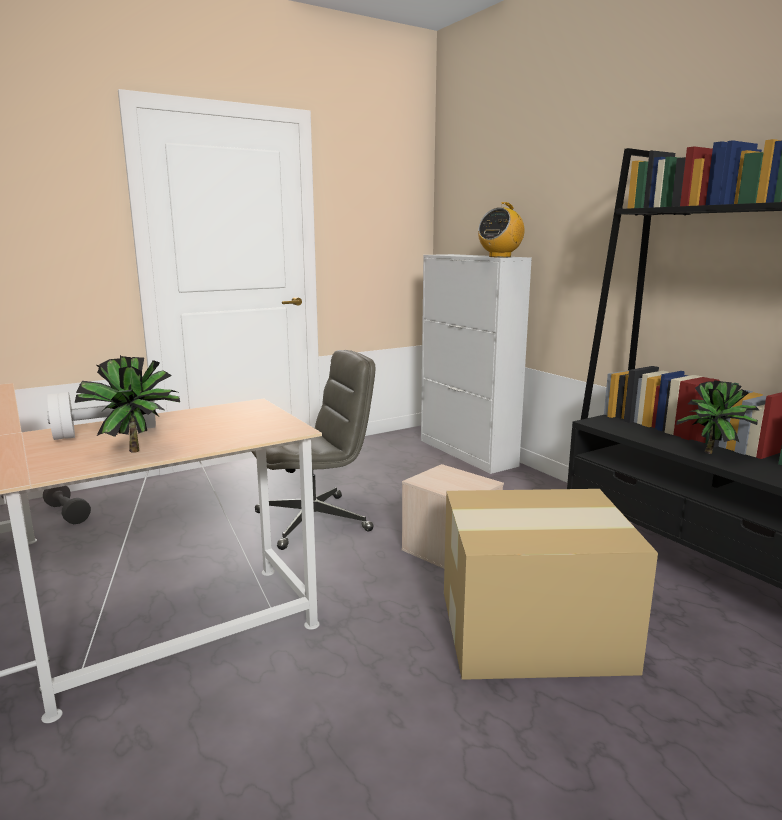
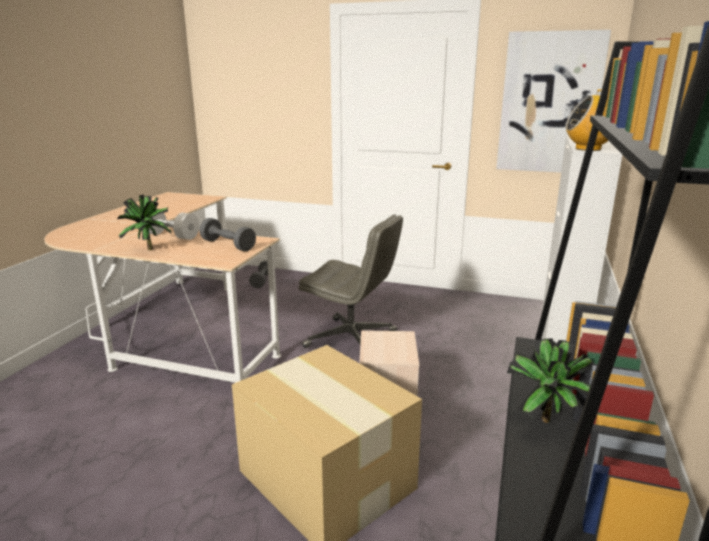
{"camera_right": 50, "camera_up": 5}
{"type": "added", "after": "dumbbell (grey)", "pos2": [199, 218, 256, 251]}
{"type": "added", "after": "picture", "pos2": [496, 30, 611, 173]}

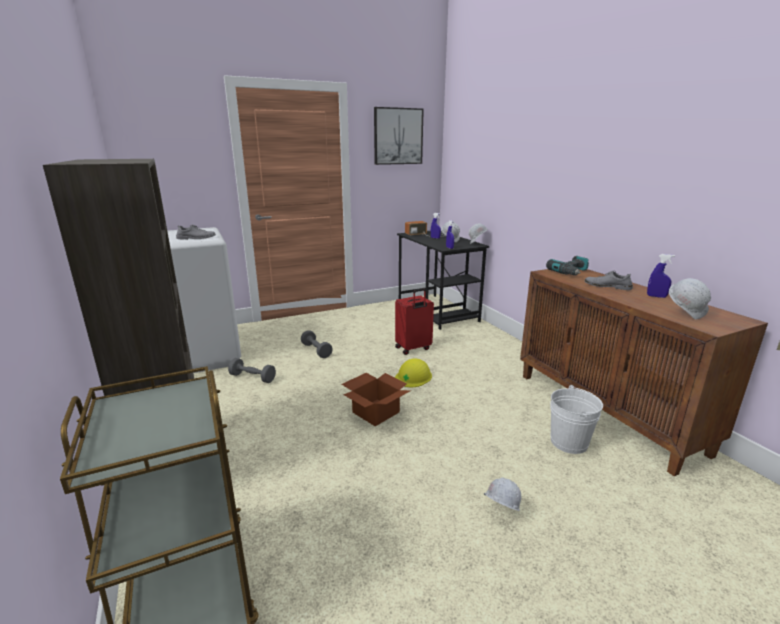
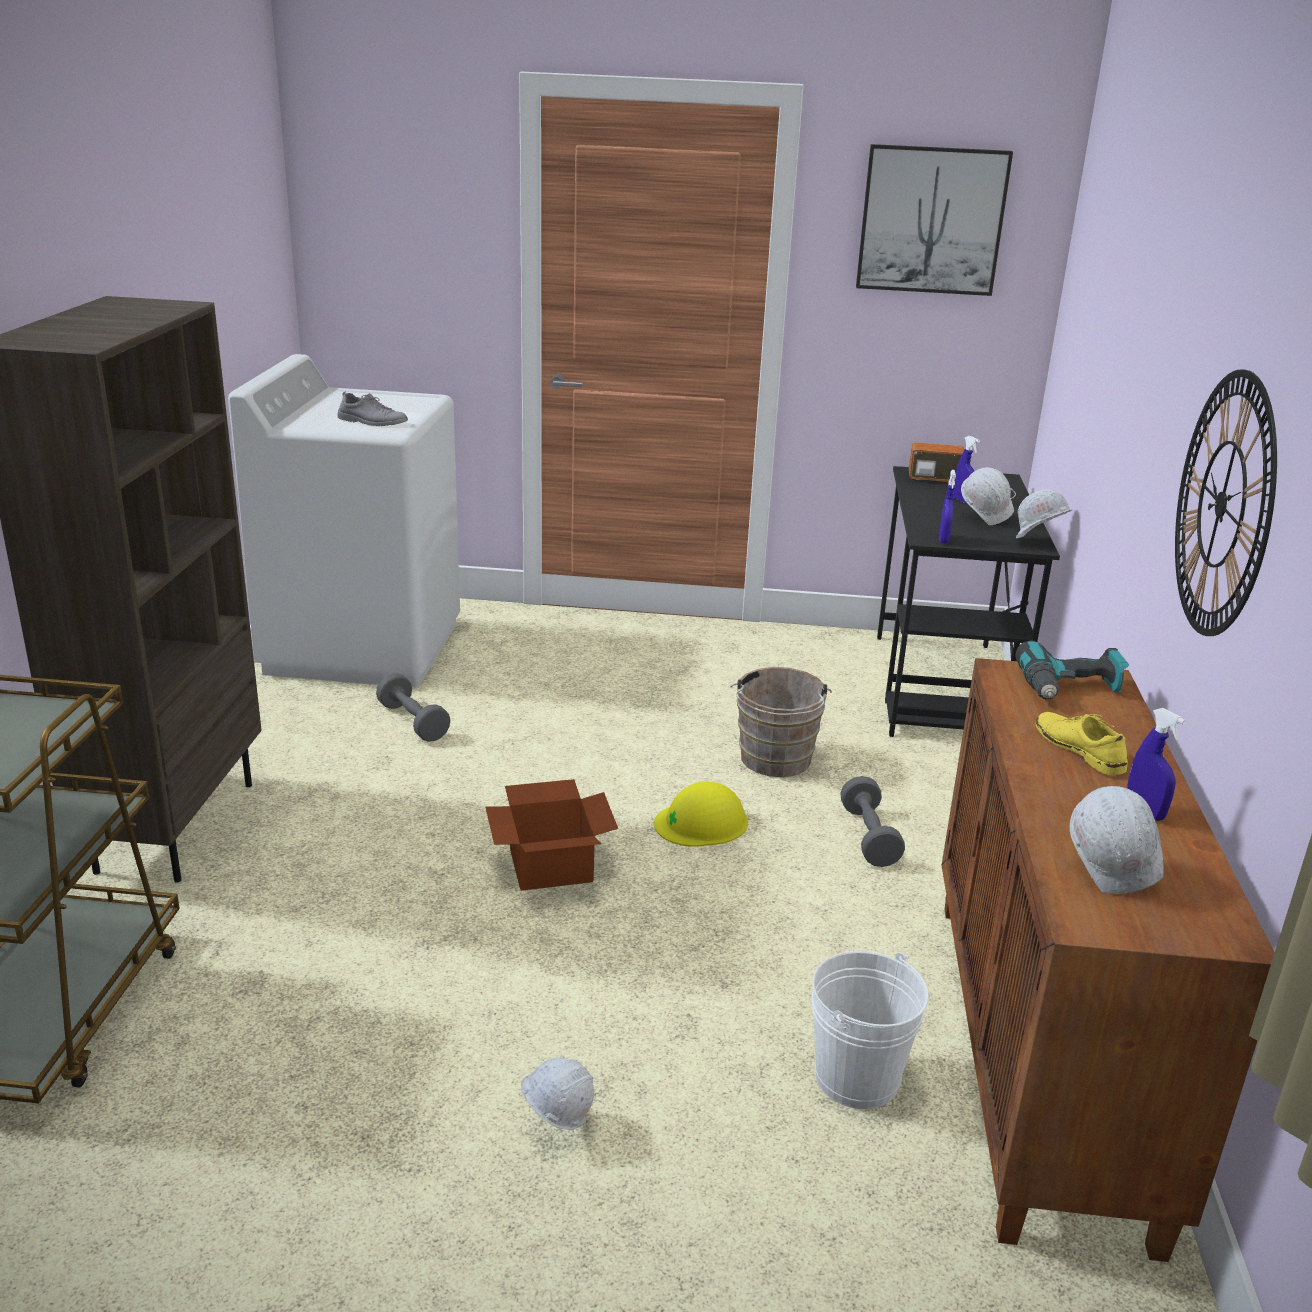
{"camera_right": 30, "camera_up": 5}
{"type": "moved", "before": "dumbbell (grey)", "pos1": [301, 330, 333, 358], "pos2": [840, 776, 905, 867]}
{"type": "replaced", "before": "suitcase (red)", "after": "bucket (brown)", "pos1": [395, 288, 434, 355], "pos2": [730, 667, 832, 777]}
{"type": "recoloured", "before": "shoe (grey)", "after": "shoe (yellow)", "pos1": [585, 271, 633, 290], "pos2": [1036, 712, 1128, 775]}
{"type": "added", "after": "wall clock", "pos2": [1175, 369, 1277, 636]}

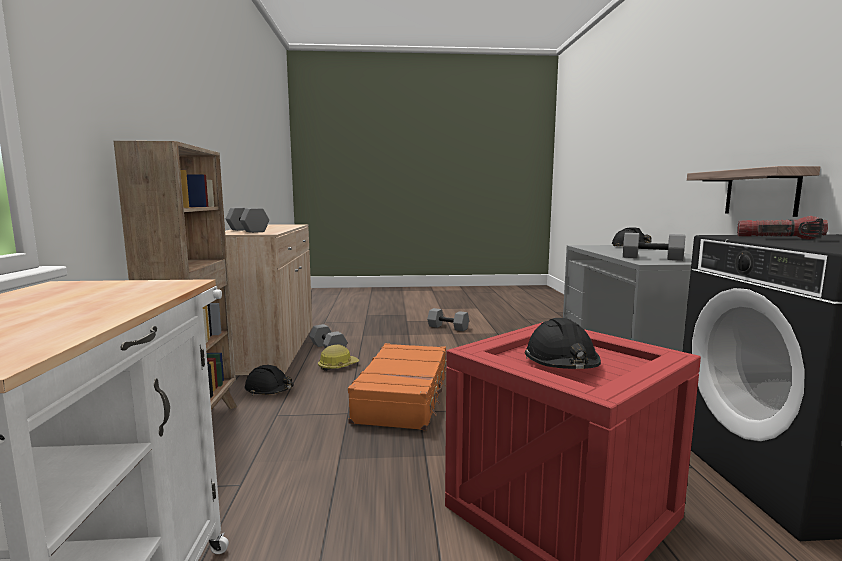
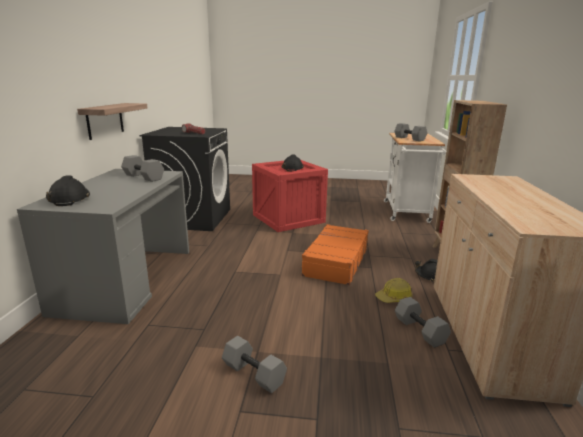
{"camera_right": -170, "camera_up": 10}
{"type": "moved", "before": "dumbbell (grey)", "pos1": [226, 208, 269, 233], "pos2": [394, 123, 427, 141]}

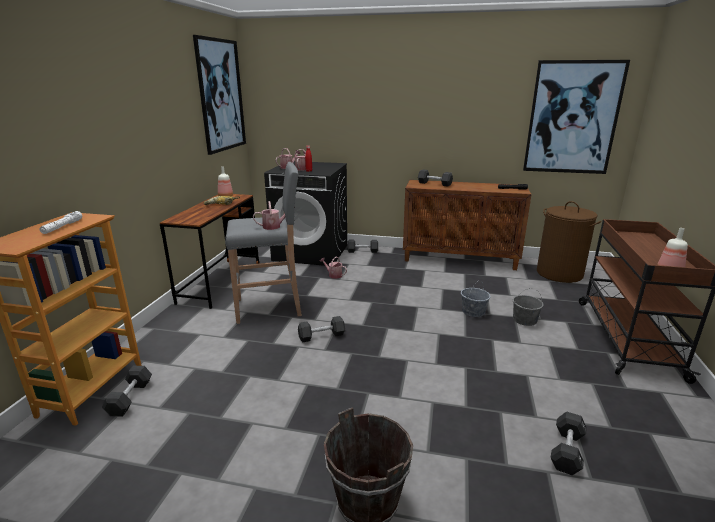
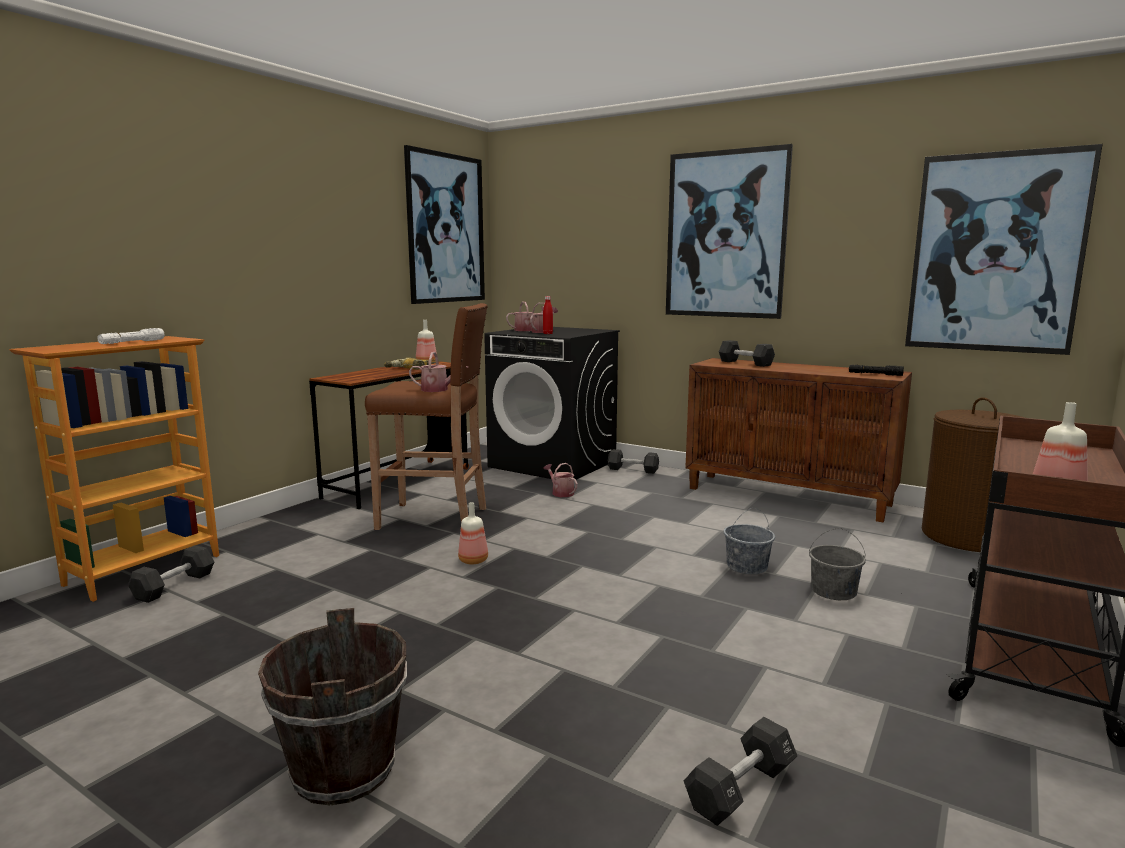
{"camera_right": 20, "camera_up": -10}
{"type": "recoloured", "before": "stool (grey)", "after": "stool (brown)", "pos1": [225, 162, 302, 324], "pos2": [365, 303, 488, 530]}
{"type": "replaced", "before": "dumbbell (black)", "after": "bottle", "pos1": [298, 316, 345, 342], "pos2": [458, 502, 488, 564]}
{"type": "added", "after": "picture", "pos2": [666, 144, 793, 319]}

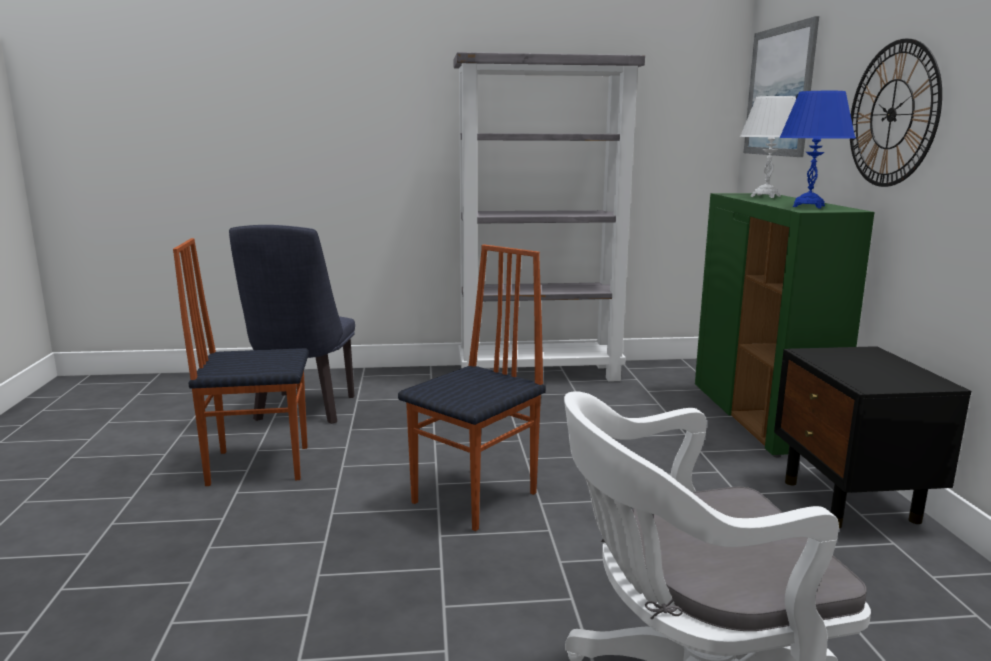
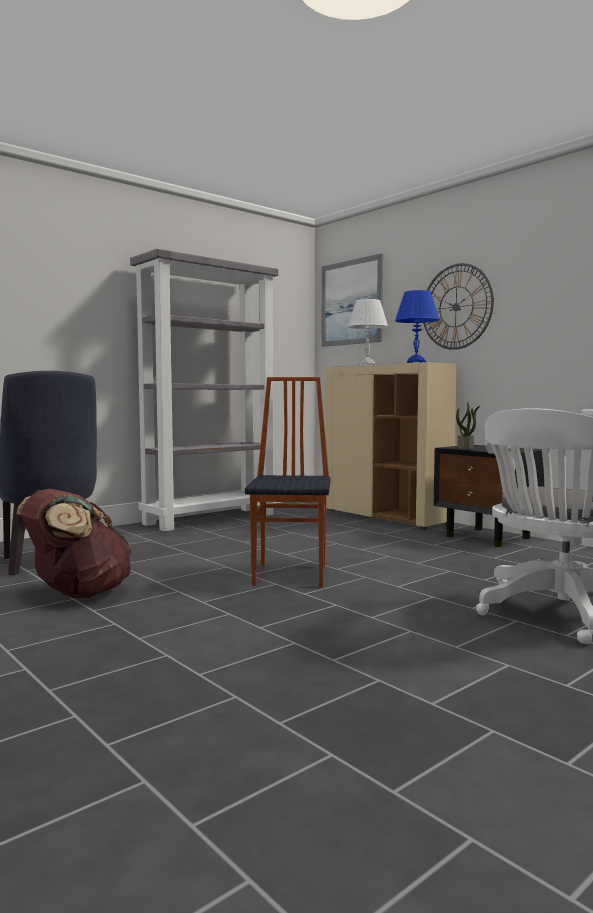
{"camera_right": -35, "camera_up": -10}
{"type": "replaced", "before": "chair", "after": "backpack (brown)", "pos1": [173, 238, 309, 486], "pos2": [17, 489, 132, 598]}
{"type": "recoloured", "before": "cabinet (green)", "after": "cabinet (beige)", "pos1": [695, 193, 875, 458], "pos2": [326, 362, 456, 529]}
{"type": "added", "after": "potted plant", "pos2": [456, 402, 480, 450]}

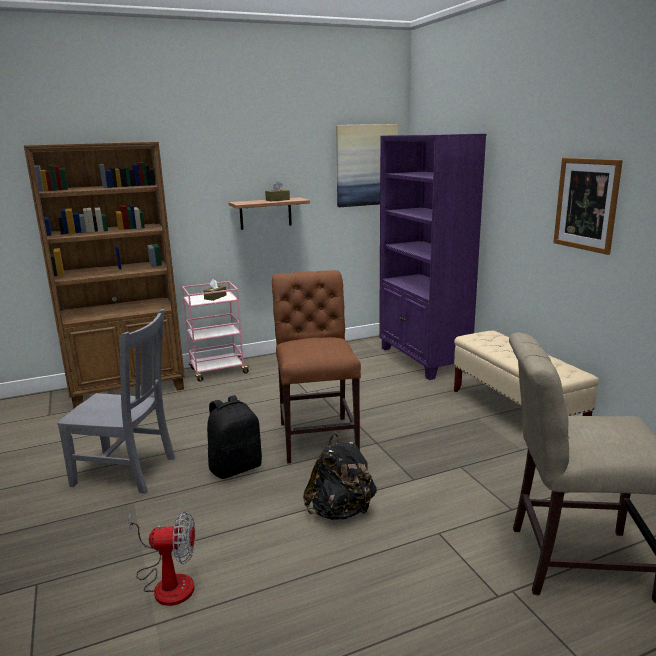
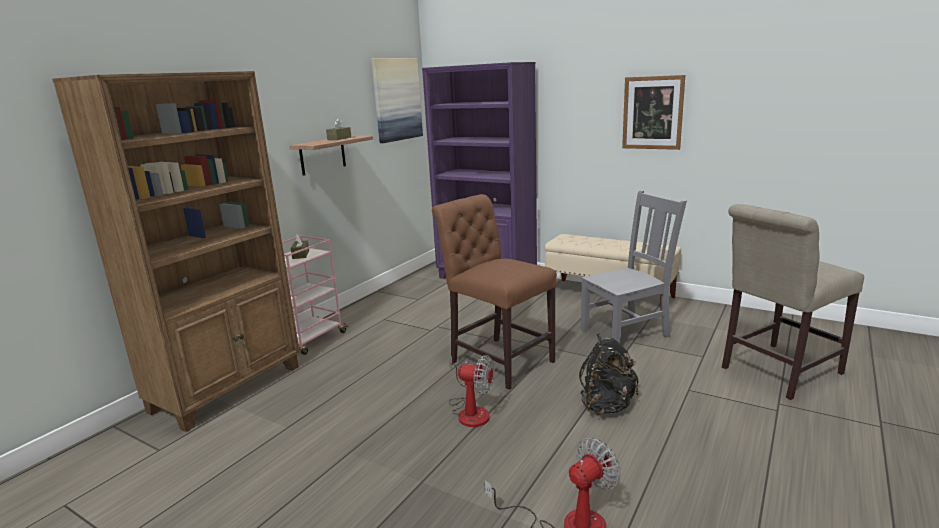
{"camera_right": -35, "camera_up": 0}
{"type": "moved", "before": "chair (grey)", "pos1": [57, 309, 175, 494], "pos2": [581, 190, 687, 343]}
{"type": "replaced", "before": "backpack (black)", "after": "fan", "pos1": [207, 395, 262, 479], "pos2": [449, 355, 494, 427]}

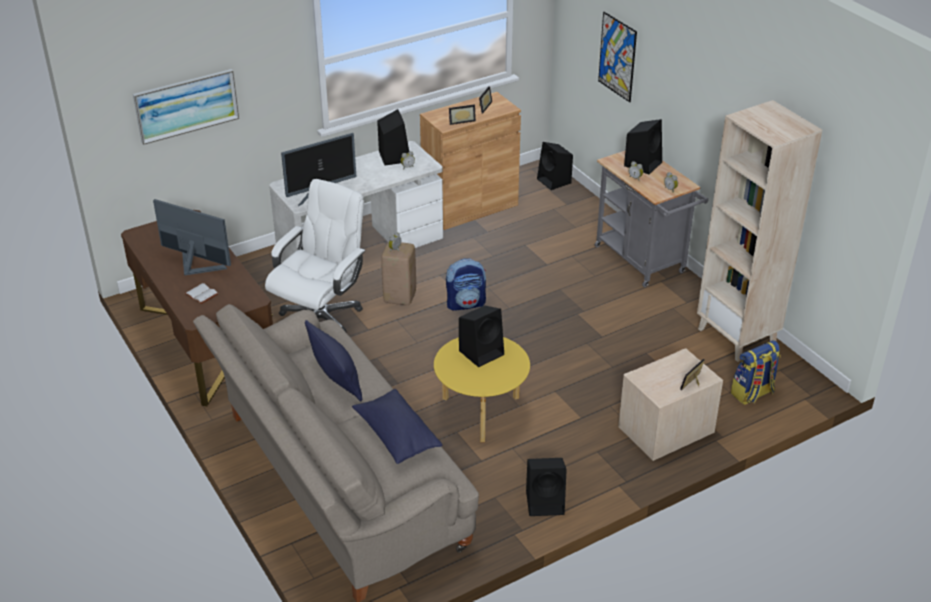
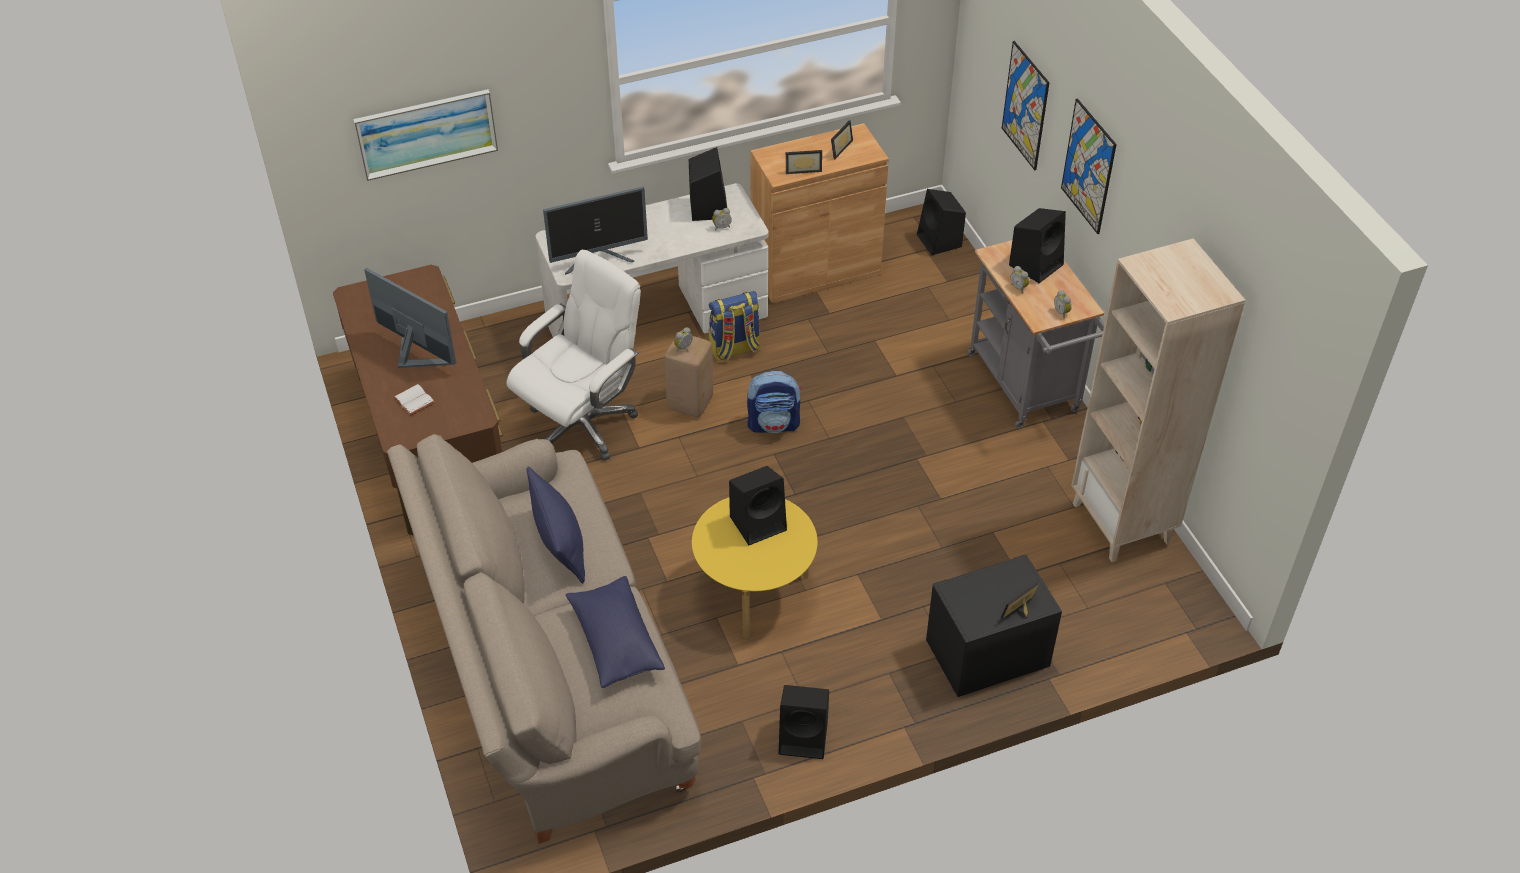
{"camera_right": 10, "camera_up": 10}
{"type": "recoloured", "before": "nightstand (beige)", "after": "nightstand (black)", "pos1": [618, 348, 723, 461], "pos2": [926, 555, 1062, 697]}
{"type": "moved", "before": "backpack", "pos1": [731, 340, 780, 405], "pos2": [709, 291, 761, 361]}
{"type": "added", "after": "picture", "pos2": [1061, 98, 1117, 234]}

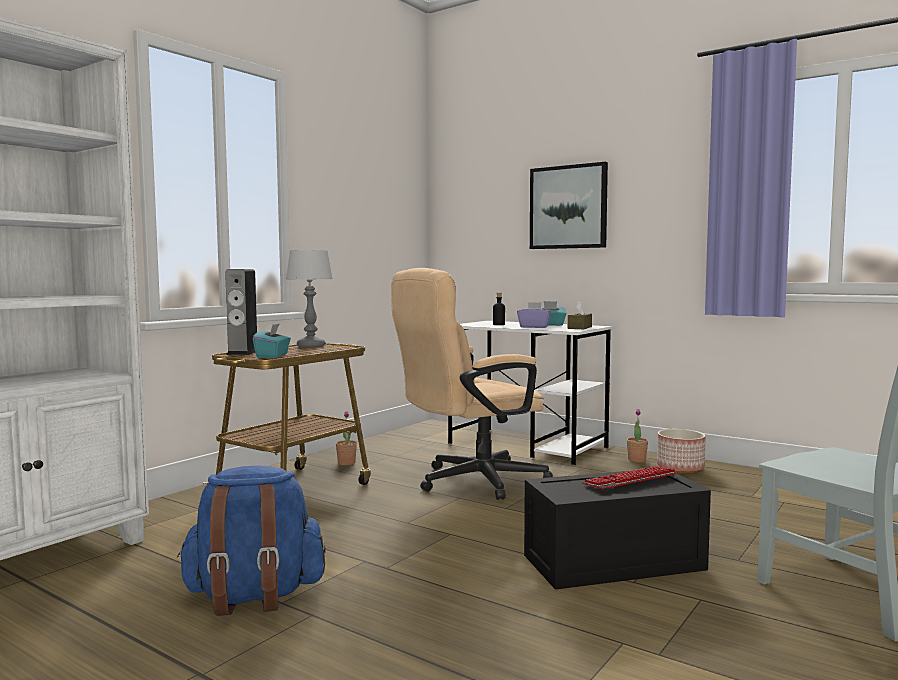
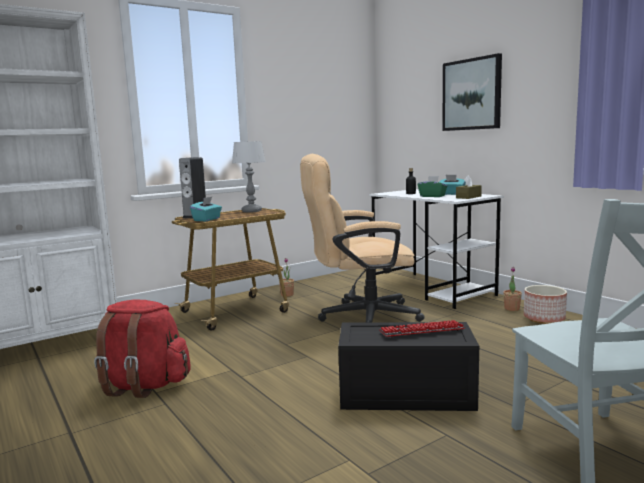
{"camera_right": 20, "camera_up": 5}
{"type": "recoloured", "before": "backpack (blue)", "after": "backpack (red)", "pos1": [177, 466, 326, 616], "pos2": [94, 299, 191, 398]}
{"type": "recoloured", "before": "tissue box (purple)", "after": "tissue box (green)", "pos1": [517, 302, 551, 328], "pos2": [418, 176, 447, 197]}

